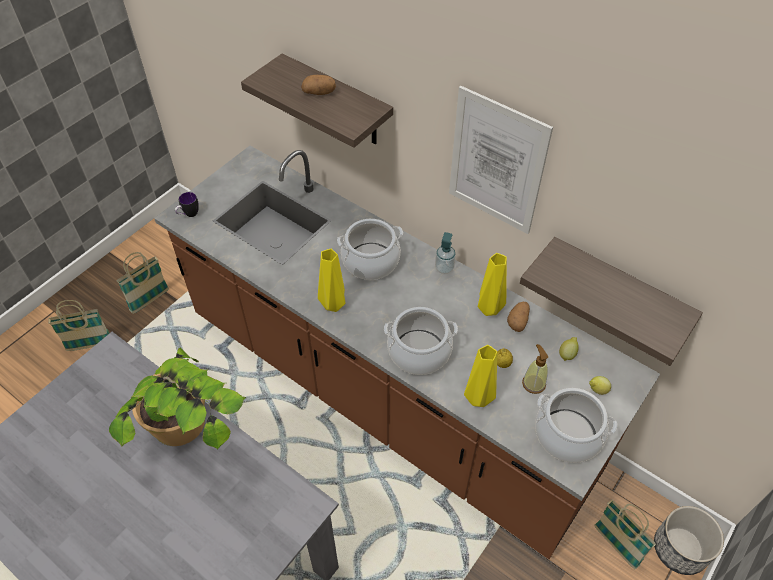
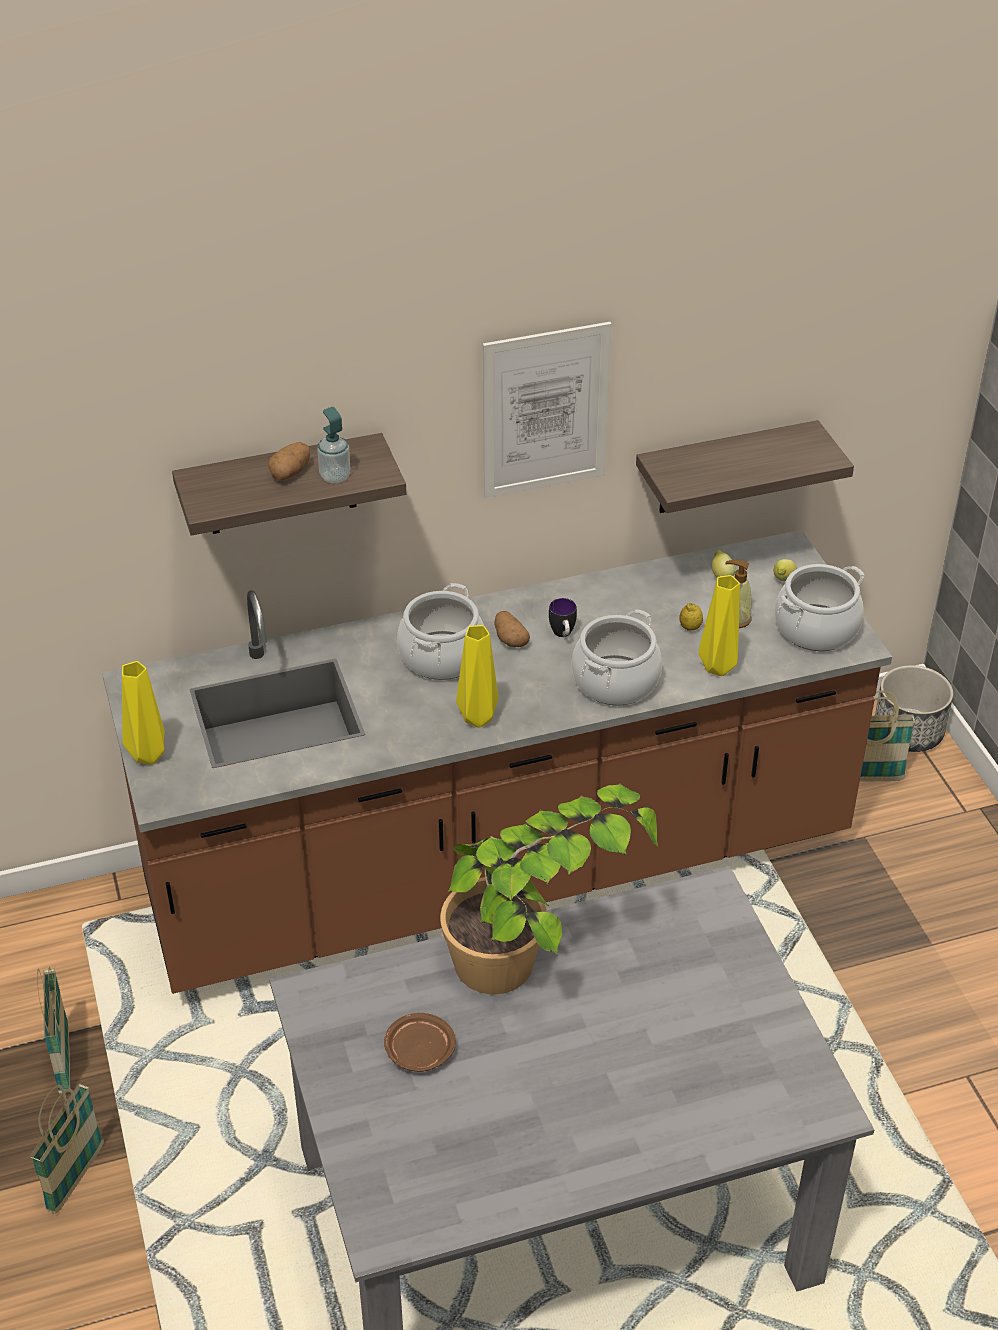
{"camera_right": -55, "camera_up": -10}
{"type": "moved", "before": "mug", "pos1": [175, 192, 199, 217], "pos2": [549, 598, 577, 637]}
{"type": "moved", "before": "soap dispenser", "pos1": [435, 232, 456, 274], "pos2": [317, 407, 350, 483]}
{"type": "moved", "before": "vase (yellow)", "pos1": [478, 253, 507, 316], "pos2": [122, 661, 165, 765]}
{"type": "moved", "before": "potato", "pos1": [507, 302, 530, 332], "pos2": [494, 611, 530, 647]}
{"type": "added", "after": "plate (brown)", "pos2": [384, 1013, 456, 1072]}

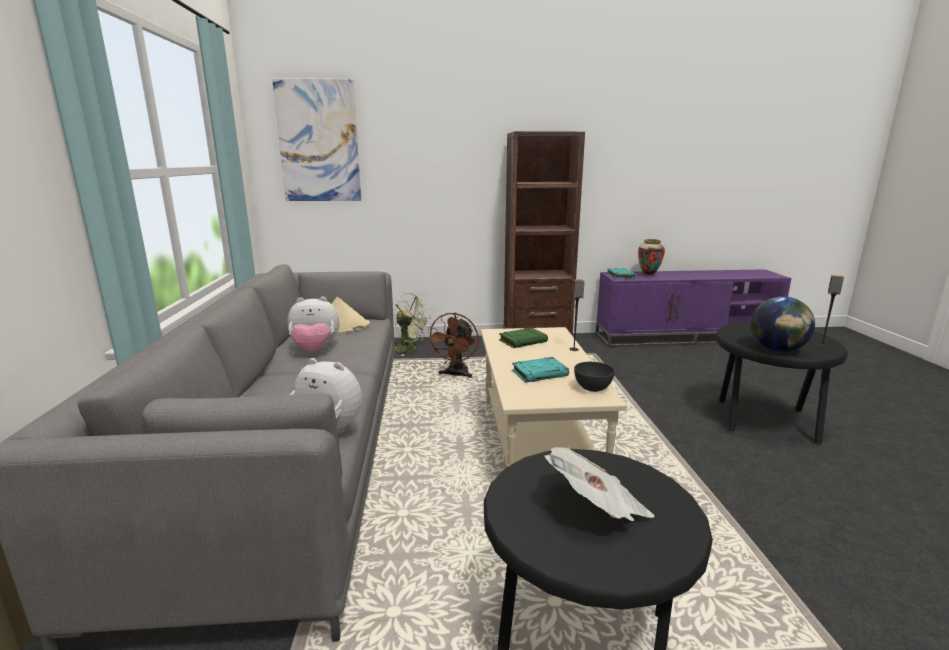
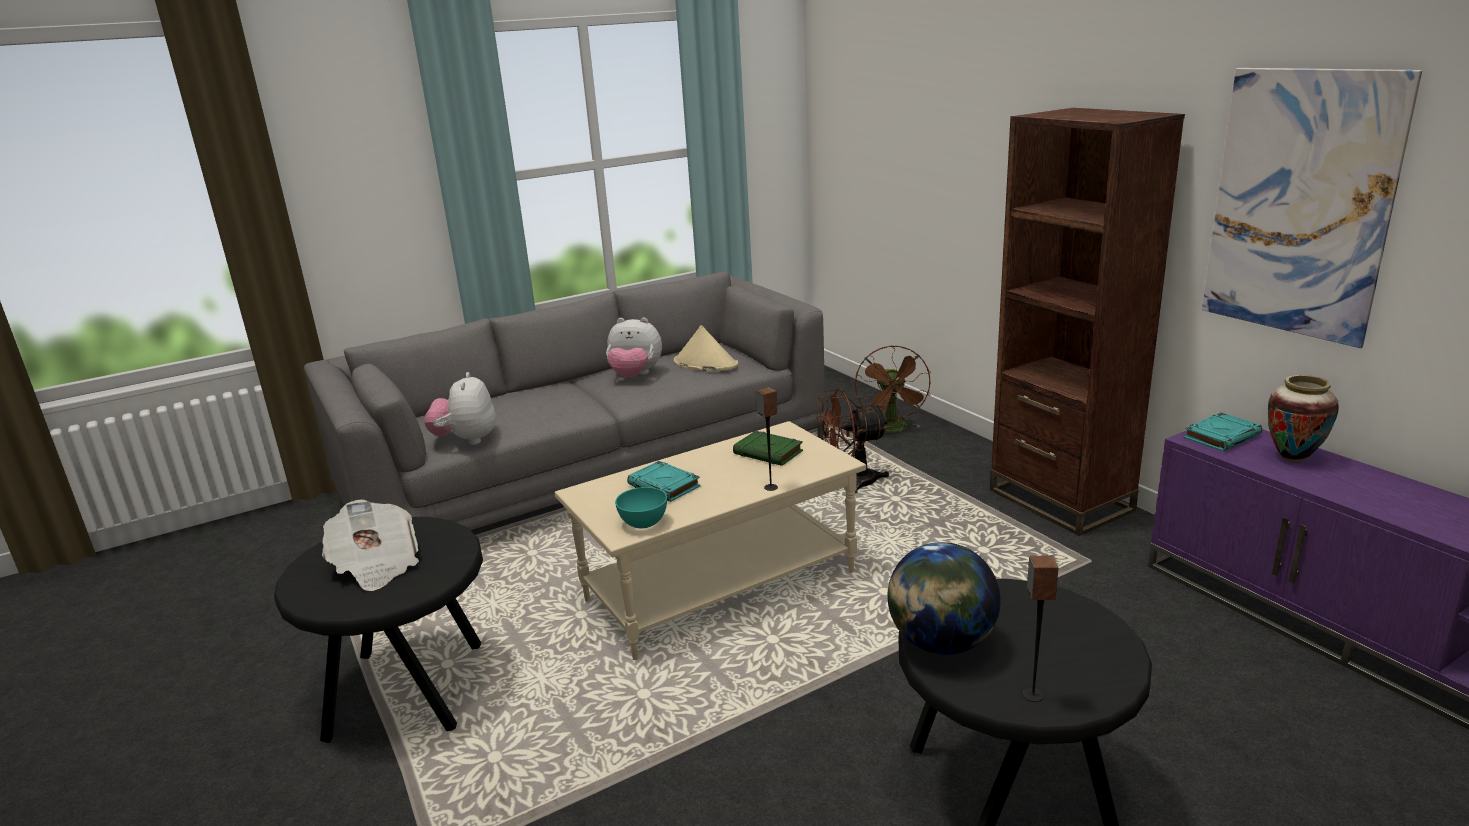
{"camera_right": 65, "camera_up": 5}
{"type": "moved", "before": "picture", "pos1": [272, 78, 361, 201], "pos2": [1202, 68, 1422, 348]}
{"type": "turned", "before": "plush toy", "pos1": [288, 297, 339, 351], "pos2": [606, 318, 662, 378], "turn": -45}
{"type": "recoloured", "before": "fan (green)", "after": "fan (brown)", "pos1": [394, 293, 431, 356], "pos2": [855, 346, 931, 433]}
{"type": "recoloured", "before": "bowl (grey)", "after": "bowl (turquoise)", "pos1": [574, 362, 615, 392], "pos2": [615, 487, 667, 528]}

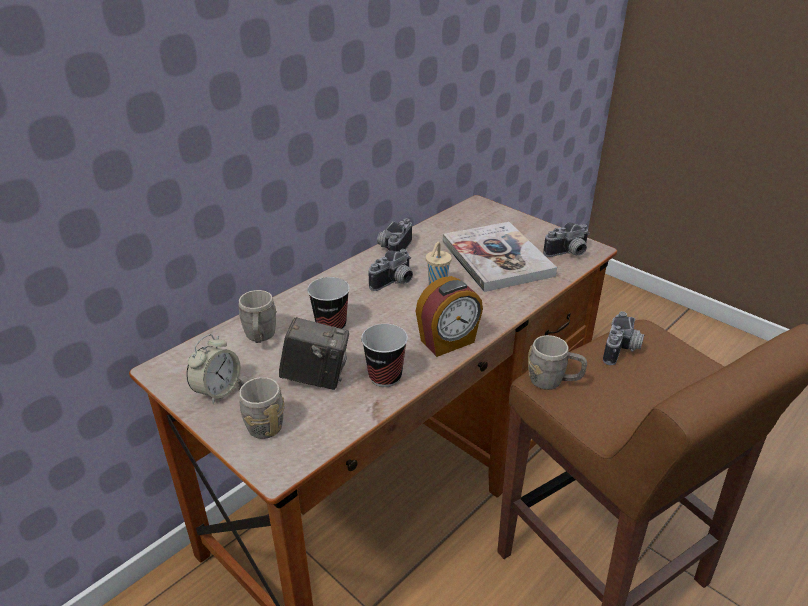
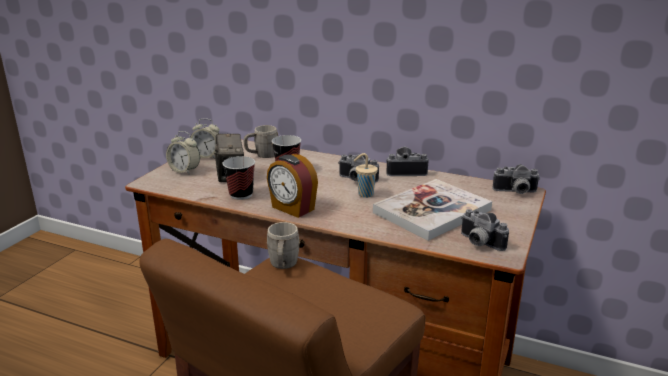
{"camera_right": 70, "camera_up": -10}
{"type": "replaced", "before": "mug (grey)", "after": "alarm clock", "pos1": [237, 376, 285, 439], "pos2": [166, 131, 200, 175]}
{"type": "moved", "before": "photo camera", "pos1": [603, 311, 644, 365], "pos2": [492, 164, 540, 194]}

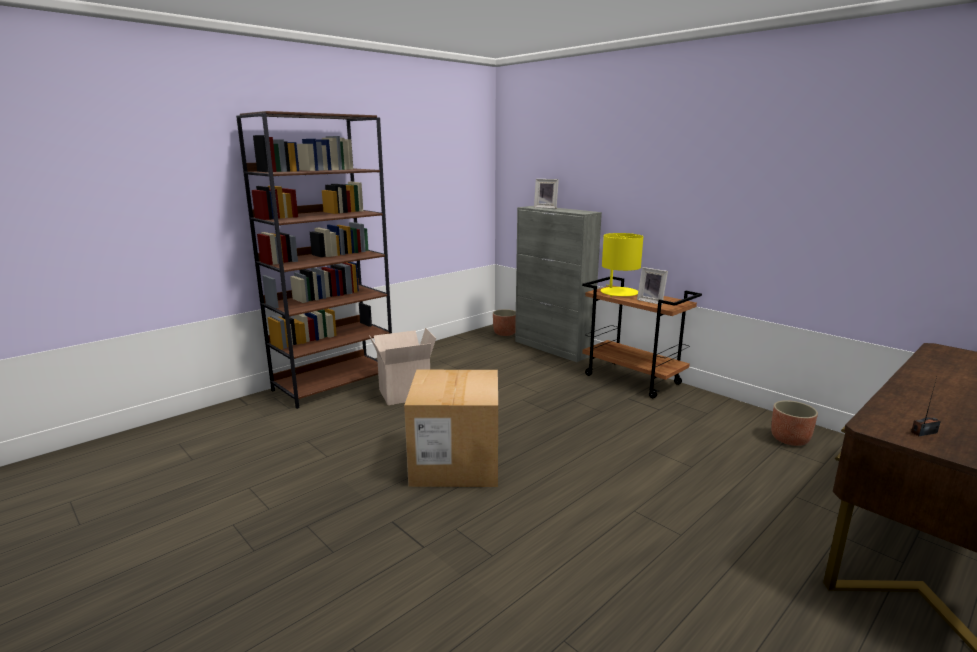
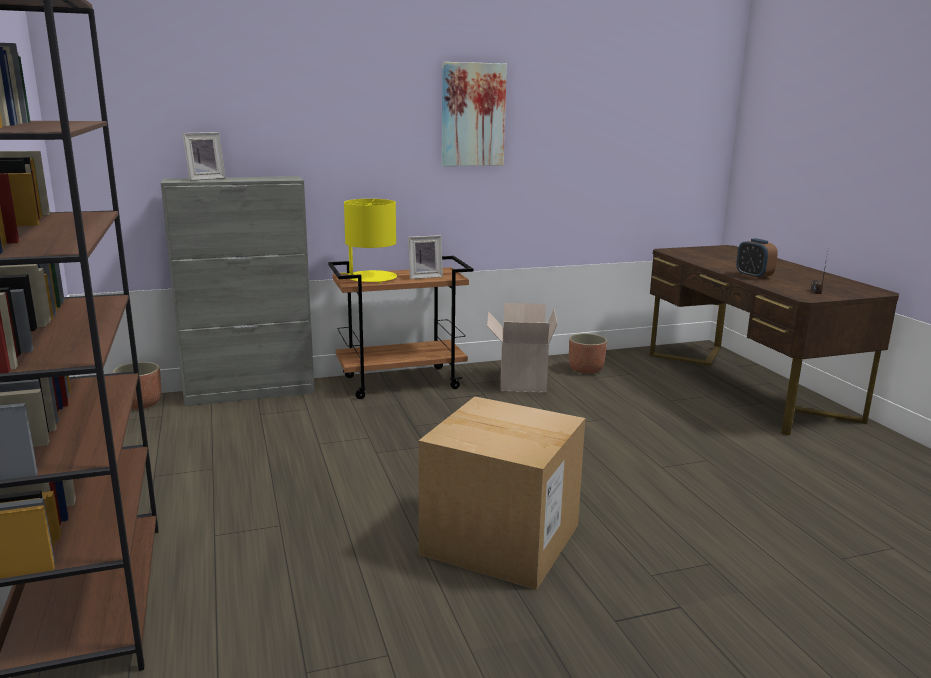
{"camera_right": -65, "camera_up": 0}
{"type": "moved", "before": "cardboard box", "pos1": [369, 328, 436, 405], "pos2": [487, 303, 558, 393]}
{"type": "added", "after": "picture", "pos2": [442, 62, 507, 166]}
{"type": "added", "after": "alarm clock", "pos2": [736, 238, 778, 279]}

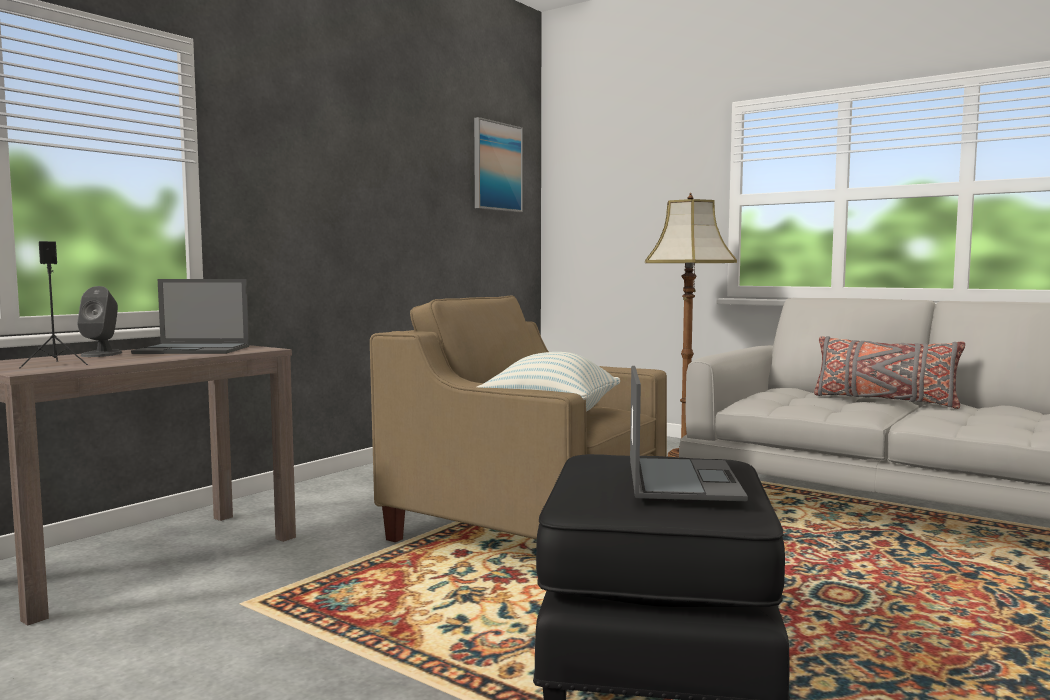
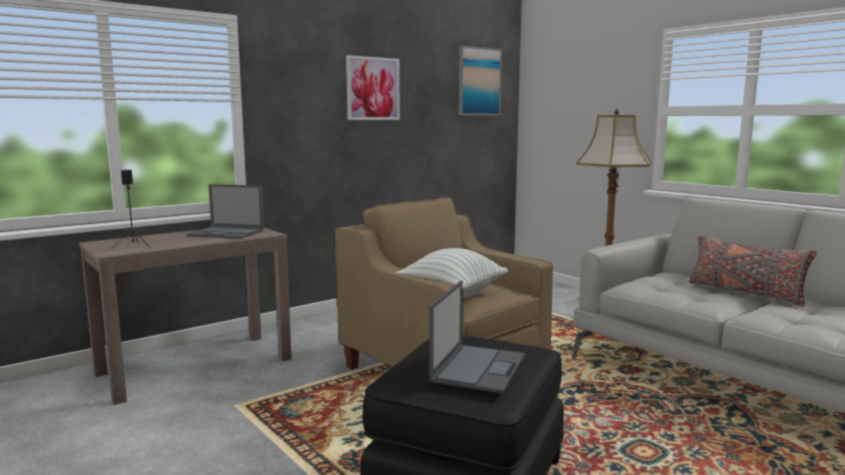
{"camera_right": 15, "camera_up": 5}
{"type": "removed", "before": "speaker (grey)", "pos1": [77, 286, 122, 357]}
{"type": "added", "after": "picture", "pos2": [346, 55, 400, 120]}

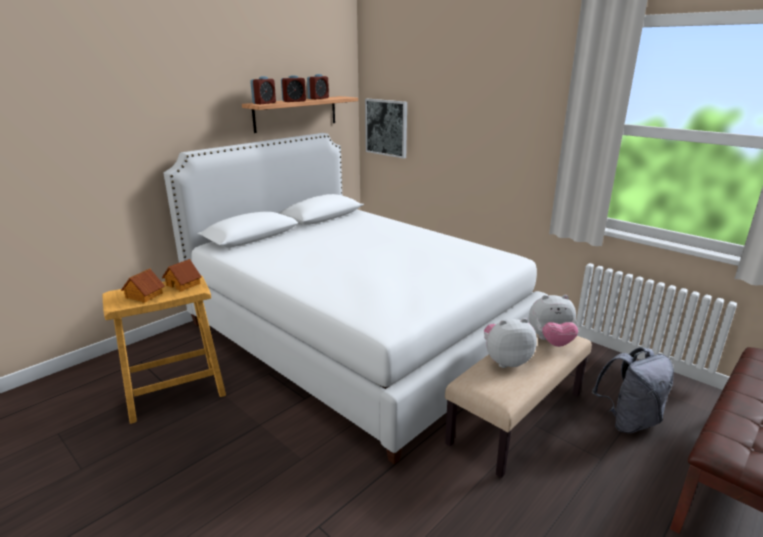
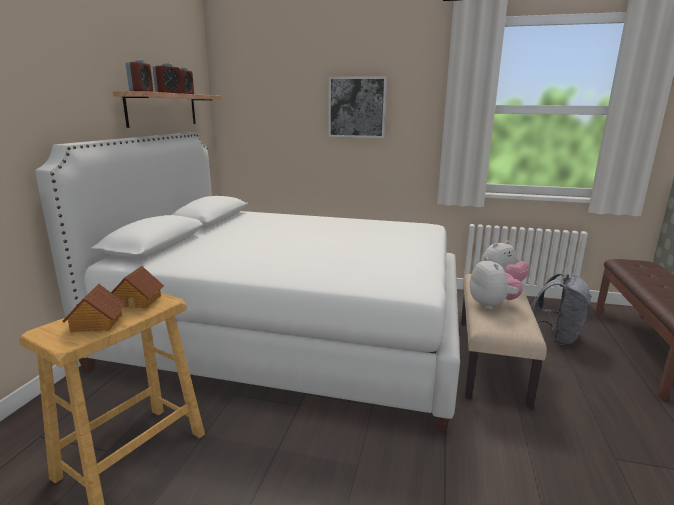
{"camera_right": -30, "camera_up": -5}
{"type": "moved", "before": "picture", "pos1": [365, 99, 407, 159], "pos2": [329, 76, 387, 138]}
{"type": "turned", "before": "plush toy", "pos1": [484, 318, 537, 368], "pos2": [470, 257, 523, 309], "turn": 120}

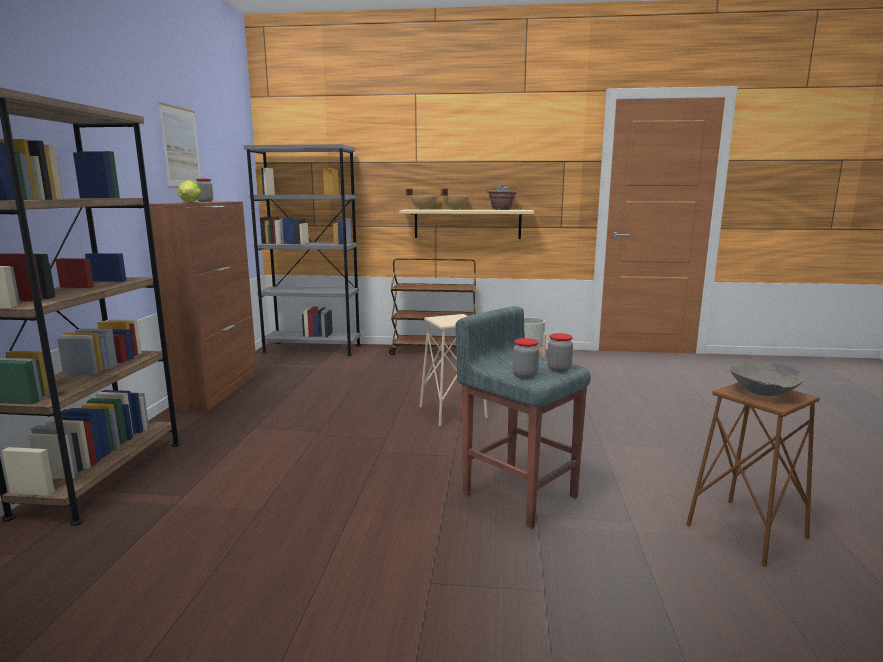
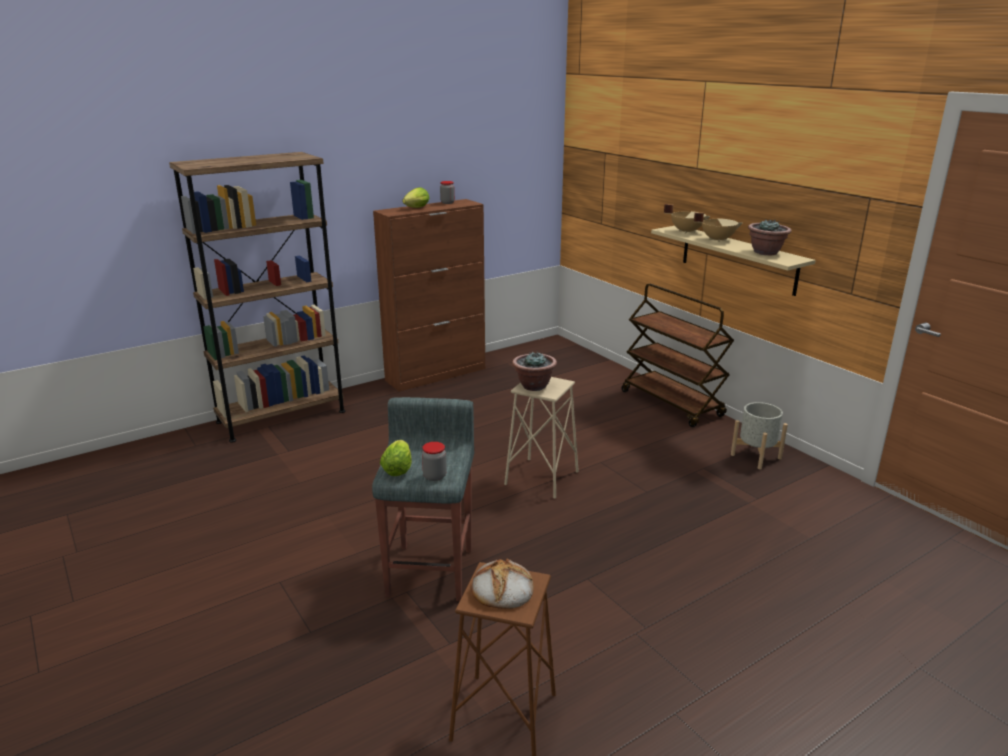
{"camera_right": 50, "camera_up": 10}
{"type": "removed", "before": "picture", "pos1": [159, 102, 201, 188]}
{"type": "removed", "before": "bookcase (grey)", "pos1": [244, 144, 361, 356]}
{"type": "replaced", "before": "jar", "after": "lettuce", "pos1": [513, 338, 539, 379], "pos2": [380, 440, 412, 476]}
{"type": "replaced", "before": "bowl (grey)", "after": "bread", "pos1": [729, 363, 804, 396], "pos2": [471, 559, 534, 609]}
{"type": "added", "after": "potted plant", "pos2": [512, 351, 557, 391]}

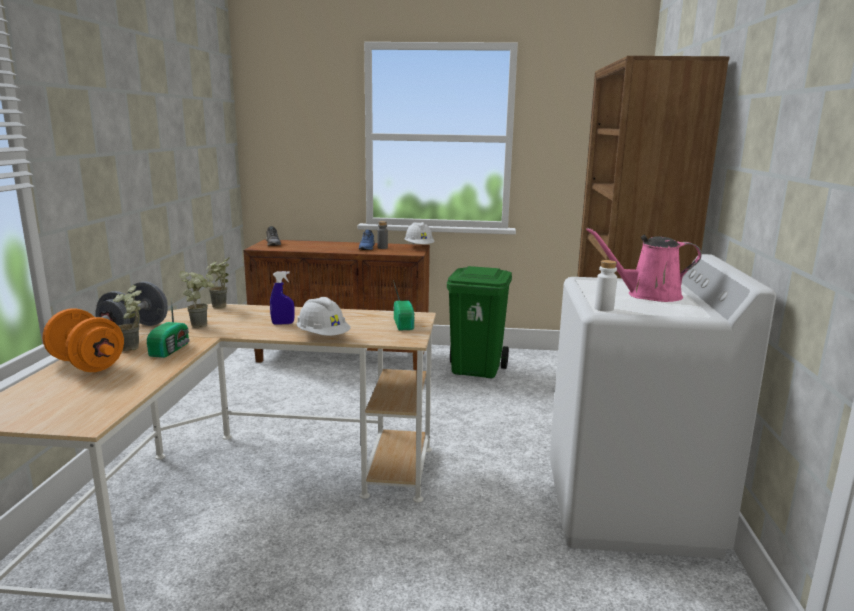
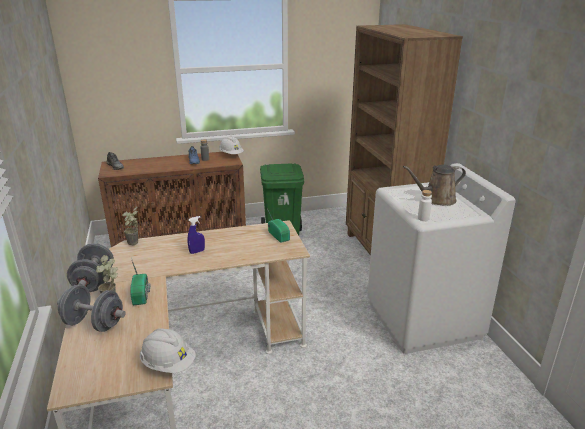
{"camera_right": -20, "camera_up": 10}
{"type": "recoloured", "before": "dumbbell (orange)", "after": "dumbbell (grey)", "pos1": [43, 308, 124, 372], "pos2": [57, 285, 125, 332]}
{"type": "removed", "before": "potted plant", "pos1": [179, 271, 214, 328]}
{"type": "moved", "before": "hard hat (white)", "pos1": [297, 297, 351, 336], "pos2": [140, 328, 196, 373]}
{"type": "recoloured", "before": "watering can (pink)", "after": "watering can (brown)", "pos1": [586, 228, 702, 302], "pos2": [403, 164, 466, 206]}

